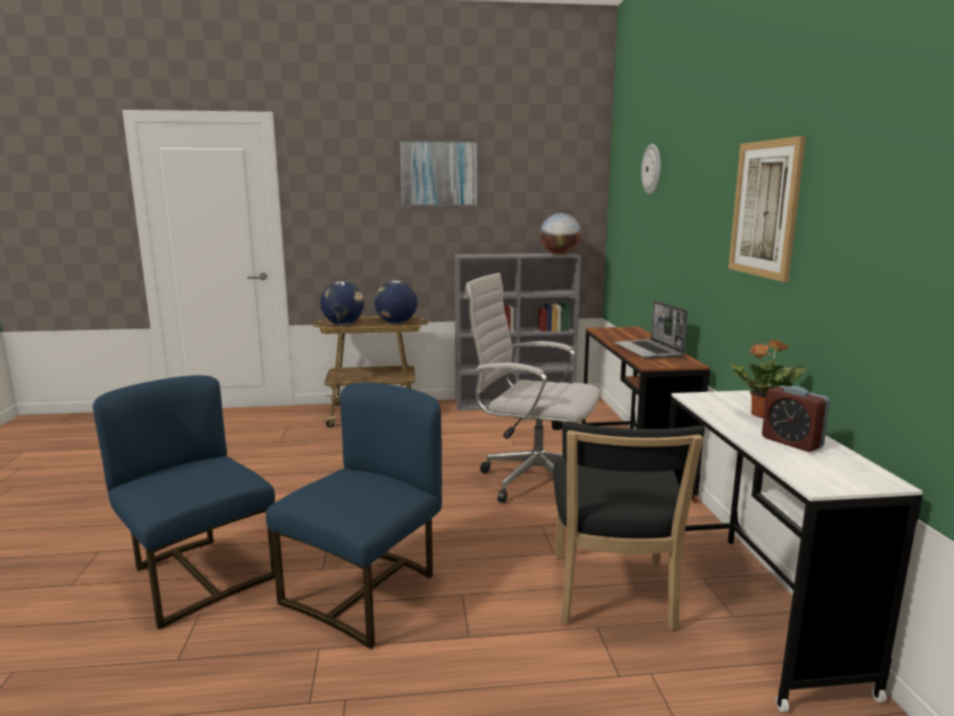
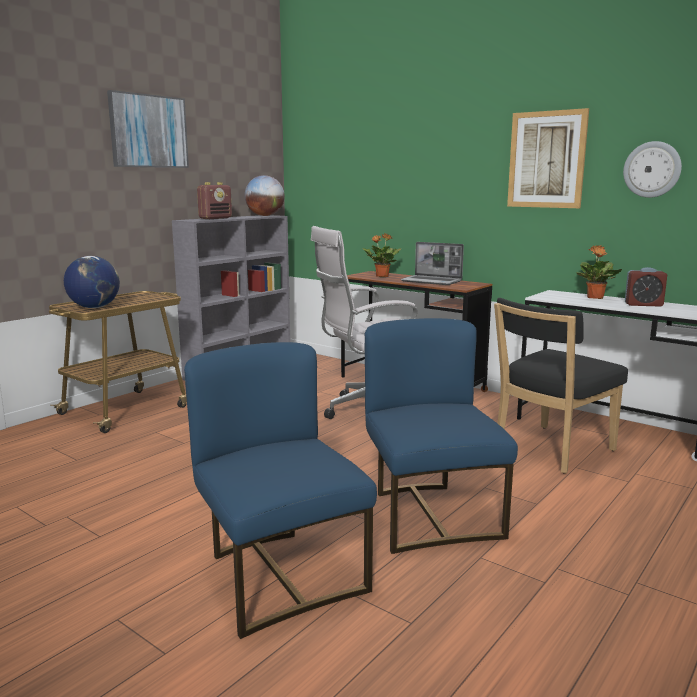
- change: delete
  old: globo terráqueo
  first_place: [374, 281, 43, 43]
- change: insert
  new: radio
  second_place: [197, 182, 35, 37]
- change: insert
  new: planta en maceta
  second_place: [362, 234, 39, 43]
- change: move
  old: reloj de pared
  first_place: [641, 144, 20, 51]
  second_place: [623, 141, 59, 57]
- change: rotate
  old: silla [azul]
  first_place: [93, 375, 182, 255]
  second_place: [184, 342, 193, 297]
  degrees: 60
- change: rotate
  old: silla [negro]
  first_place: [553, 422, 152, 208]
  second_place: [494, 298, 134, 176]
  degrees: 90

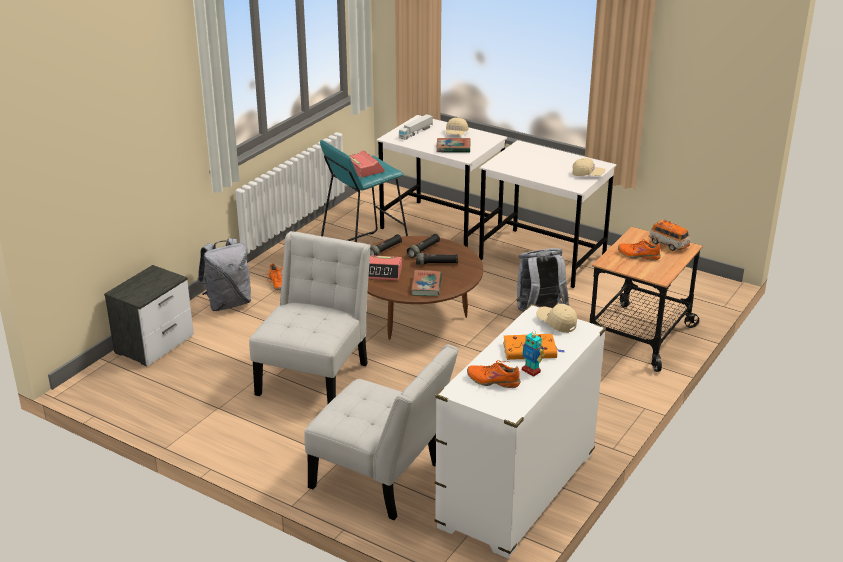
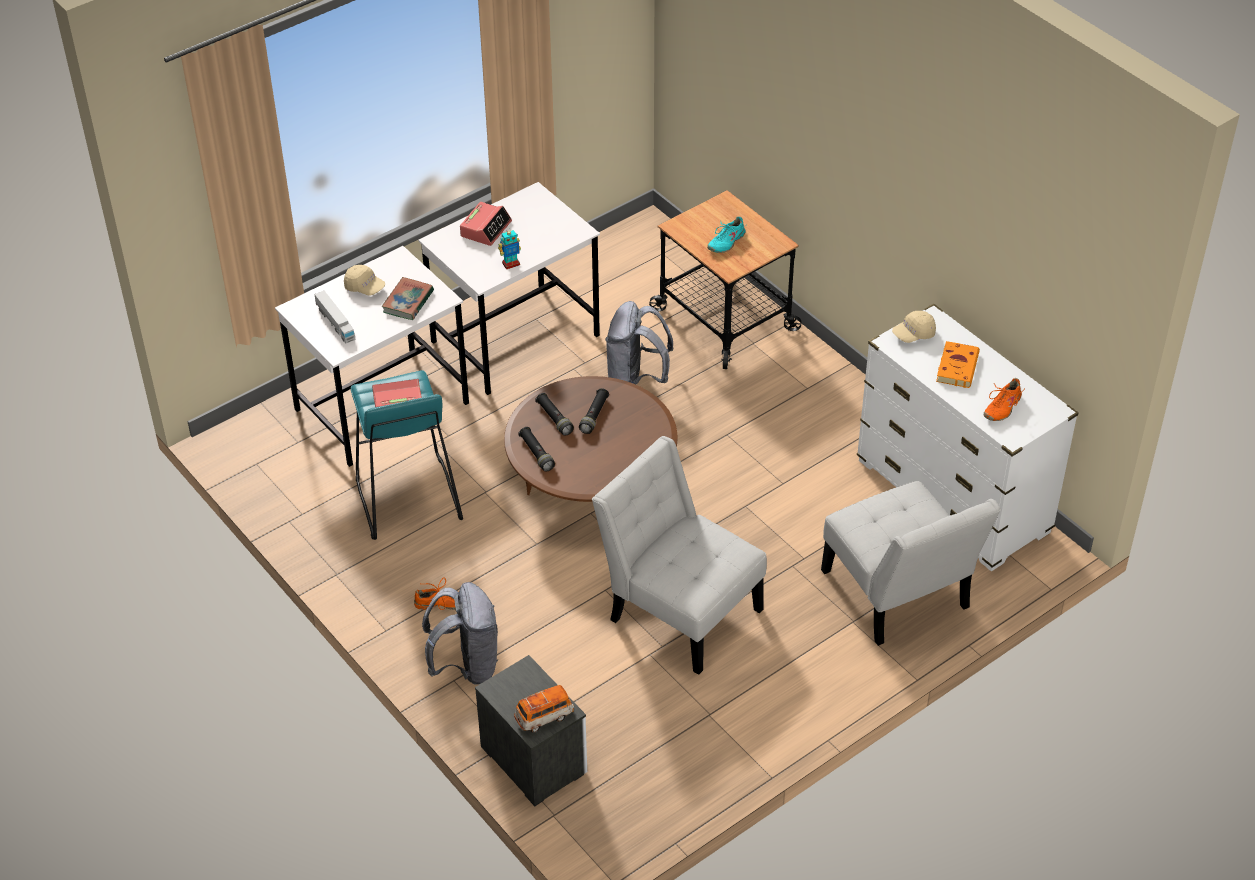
- change: delete
  old: libro
  first_place: [411, 270, 31, 26]
- change: delete
  old: gorra [beis]
  first_place: [572, 158, 34, 18]
- change: move
  old: despertador
  first_place: [368, 255, 34, 26]
  second_place: [460, 202, 52, 44]
- change: move
  old: robot de juguete
  first_place: [522, 331, 23, 46]
  second_place: [498, 230, 23, 39]
- change: move
  old: coche de juguete
  first_place: [649, 219, 41, 32]
  second_place: [514, 685, 60, 48]
- change: recolor
  old: zapato [naranja]
  new: zapato [turquesa]
  first_place: [618, 239, 43, 22]
  second_place: [707, 216, 39, 37]
- change: rotate
  old: silla [blanco]
  first_place: [304, 344, 155, 176]
  second_place: [821, 481, 180, 165]
  degrees: 105

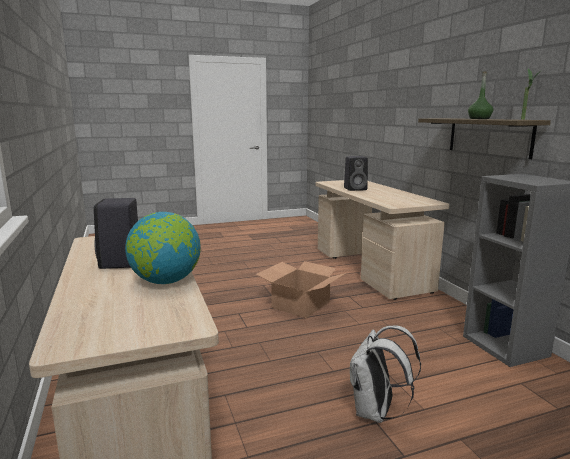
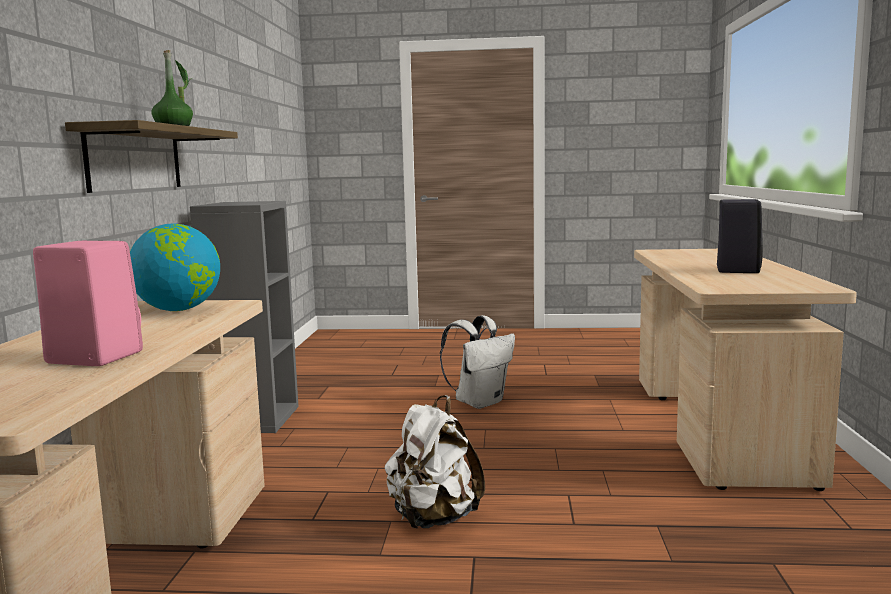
- change: move
  old: globo terráqueo
  first_place: [125, 212, 76, 72]
  second_place: [130, 224, 90, 87]
- change: replace
  old: caja de cartón
  new: mochila [blanco]
  first_place: [256, 261, 90, 57]
  second_place: [385, 395, 100, 134]
- change: recolor
  old: altavoz [negro]
  new: altavoz [rosa]
  first_place: [344, 156, 24, 35]
  second_place: [33, 241, 110, 125]

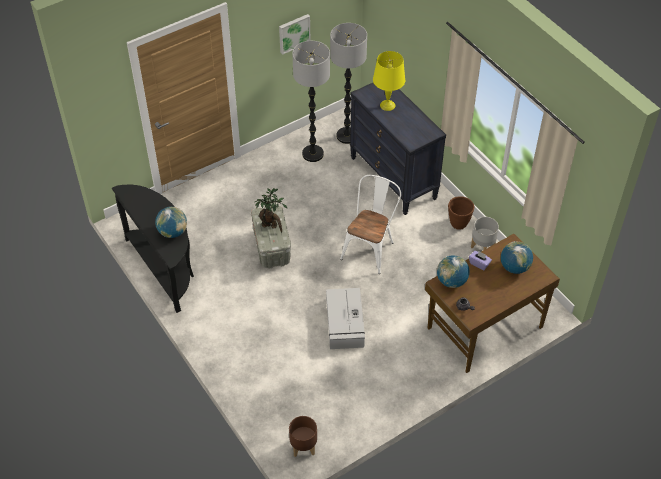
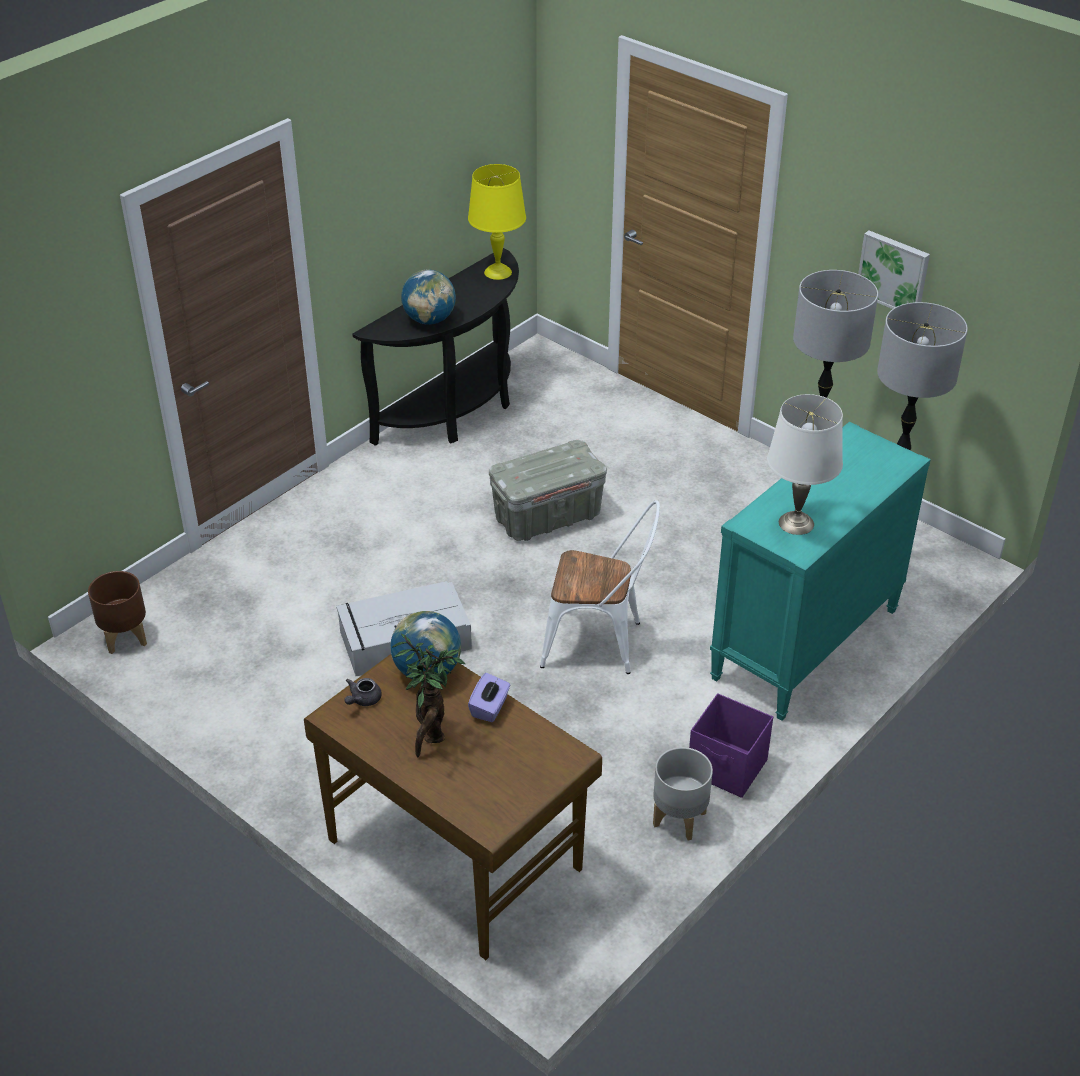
- change: delete
  old: globo terráqueo
  first_place: [501, 241, 32, 33]
- change: insert
  new: lámpara de mesa [blanco]
  second_place: [767, 394, 76, 141]
- change: move
  old: planta en maceta
  first_place: [255, 188, 33, 45]
  second_place: [392, 634, 73, 123]
- change: move
  old: lámpara de mesa [amarillo]
  first_place: [373, 51, 32, 60]
  second_place: [468, 164, 58, 116]
- change: replace
  old: maceta [marrón]
  new: caja de almacenaje [morado]
  first_place: [448, 196, 26, 34]
  second_place: [689, 693, 84, 105]
- change: recolor
  old: cómoda [negro]
  new: cómoda [turquesa]
  first_place: [350, 83, 96, 132]
  second_place: [710, 422, 221, 299]

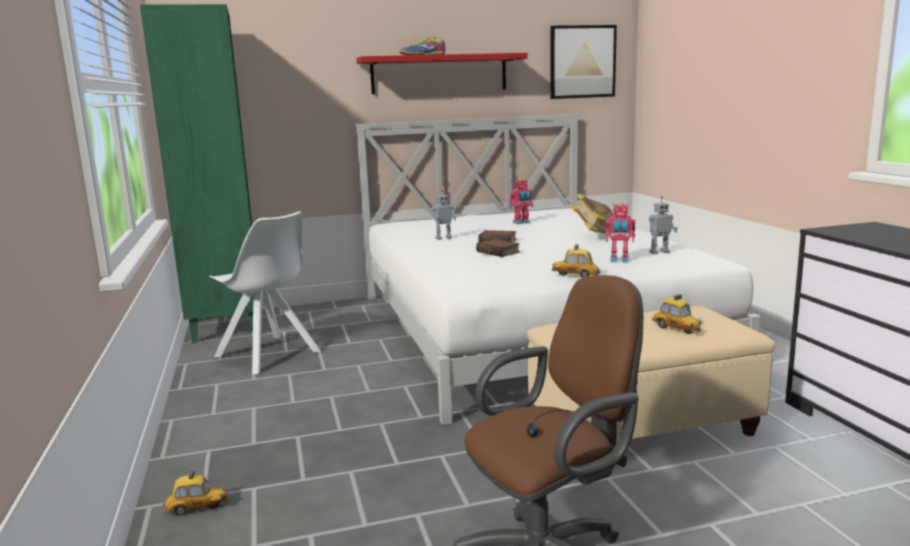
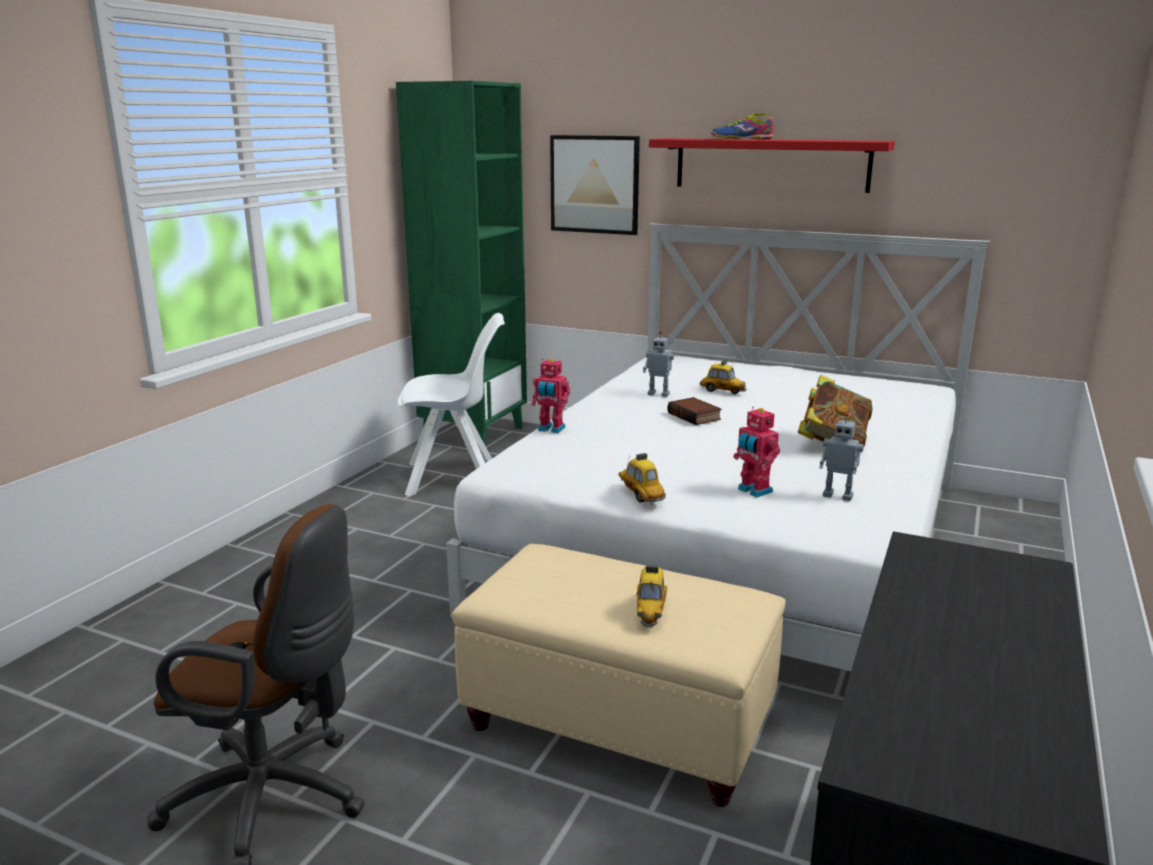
- change: delete
  old: libro
  first_place: [476, 239, 44, 18]
- change: move
  old: coche de juguete
  first_place: [163, 468, 66, 48]
  second_place: [700, 360, 47, 34]
- change: move
  old: robot de juguete
  first_place: [510, 178, 24, 46]
  second_place: [532, 358, 38, 75]
- change: move
  old: cuadro
  first_place: [551, 25, 66, 74]
  second_place: [550, 135, 90, 100]
- change: rotate
  old: silla [blanco]
  first_place: [209, 211, 111, 163]
  second_place: [397, 313, 108, 183]
  degrees: -90

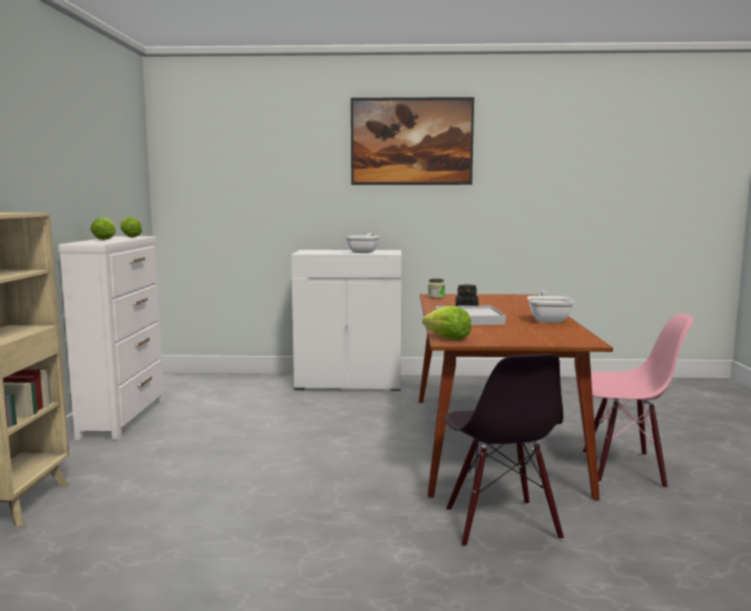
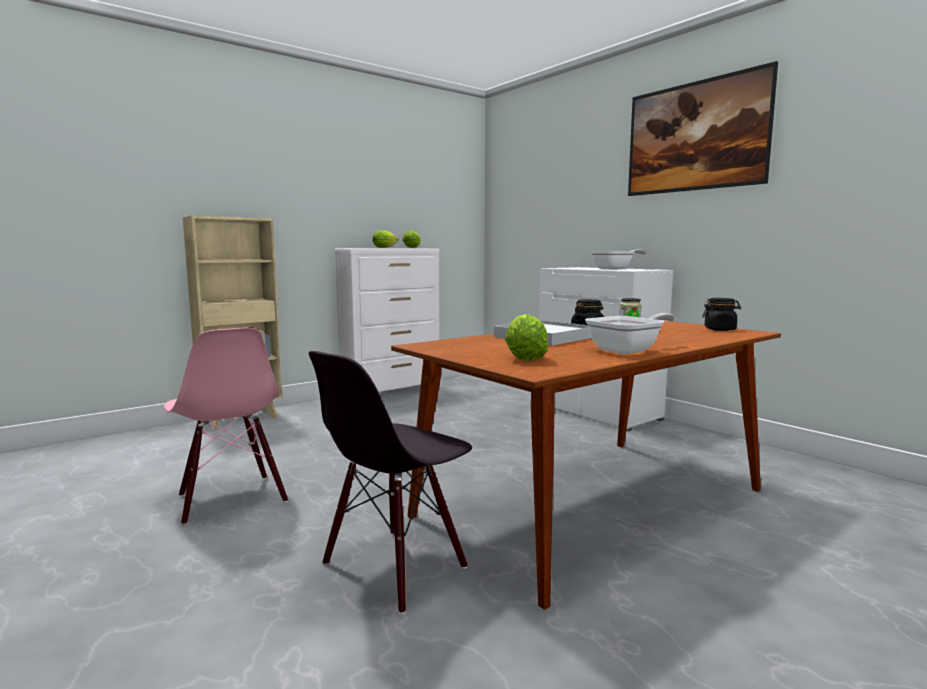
- change: insert
  new: tarro [negro]
  second_place: [702, 298, 39, 33]
- change: move
  old: lechuga
  first_place: [422, 306, 49, 34]
  second_place: [505, 314, 43, 47]
- change: move
  old: silla [rosa]
  first_place: [576, 314, 118, 175]
  second_place: [164, 328, 124, 197]

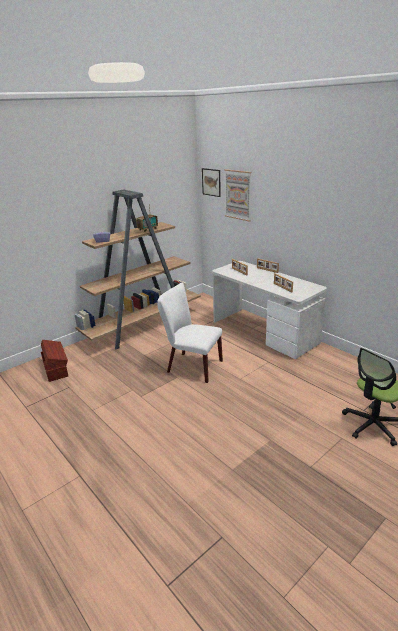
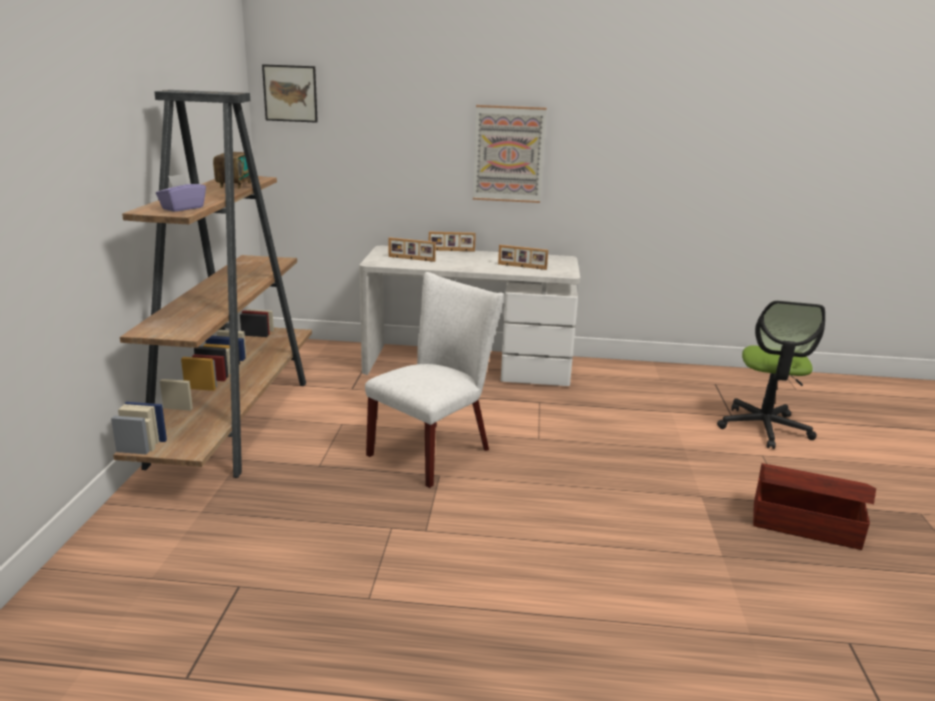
- change: move
  old: caja de almacenaje [marrón]
  first_place: [41, 340, 27, 42]
  second_place: [753, 463, 123, 87]
- change: move
  old: cuadro
  first_place: [224, 169, 28, 53]
  second_place: [473, 105, 74, 98]
- change: rotate
  old: silla [blanco]
  first_place: [157, 283, 66, 100]
  second_place: [365, 272, 139, 216]
  degrees: 150

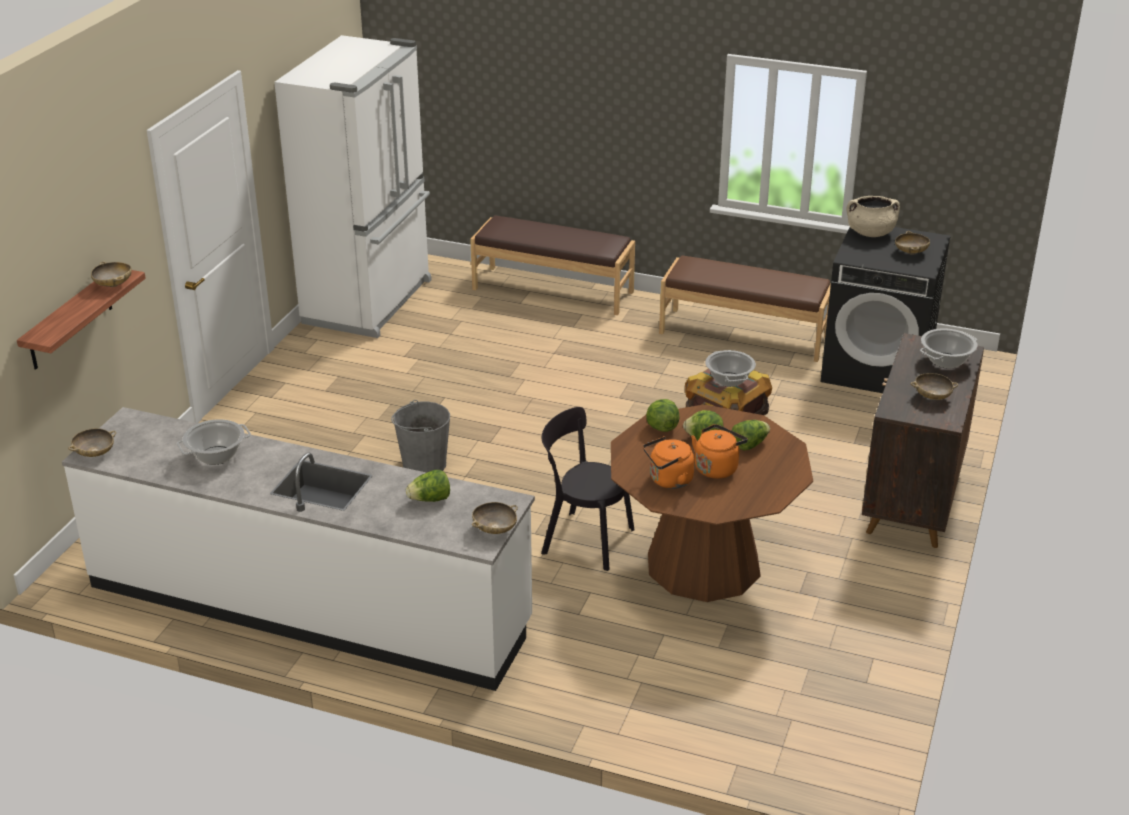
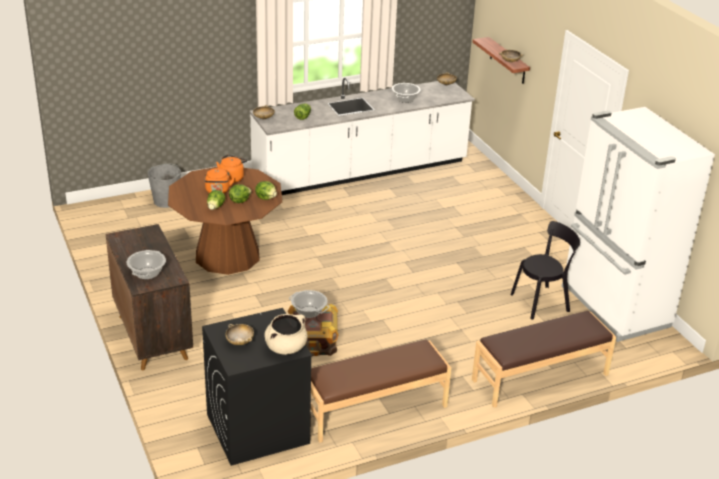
- change: delete
  old: cuenco [beis]
  first_place: [911, 373, 47, 27]
- change: move
  old: cubo [gris]
  first_place: [391, 400, 59, 73]
  second_place: [148, 164, 33, 44]
- change: move
  old: silla [negro]
  first_place: [541, 407, 93, 164]
  second_place: [511, 221, 69, 99]

